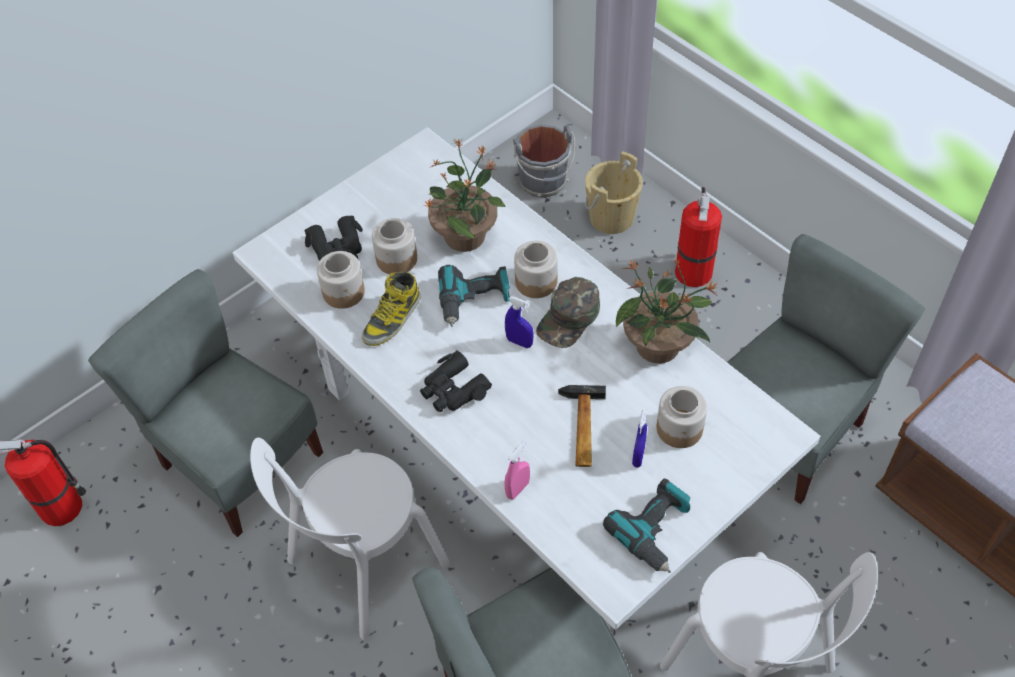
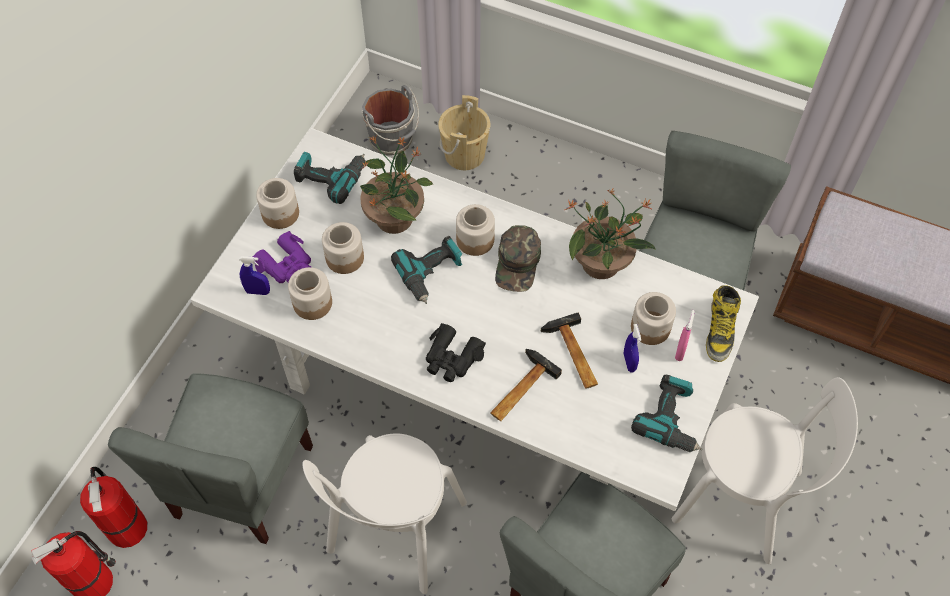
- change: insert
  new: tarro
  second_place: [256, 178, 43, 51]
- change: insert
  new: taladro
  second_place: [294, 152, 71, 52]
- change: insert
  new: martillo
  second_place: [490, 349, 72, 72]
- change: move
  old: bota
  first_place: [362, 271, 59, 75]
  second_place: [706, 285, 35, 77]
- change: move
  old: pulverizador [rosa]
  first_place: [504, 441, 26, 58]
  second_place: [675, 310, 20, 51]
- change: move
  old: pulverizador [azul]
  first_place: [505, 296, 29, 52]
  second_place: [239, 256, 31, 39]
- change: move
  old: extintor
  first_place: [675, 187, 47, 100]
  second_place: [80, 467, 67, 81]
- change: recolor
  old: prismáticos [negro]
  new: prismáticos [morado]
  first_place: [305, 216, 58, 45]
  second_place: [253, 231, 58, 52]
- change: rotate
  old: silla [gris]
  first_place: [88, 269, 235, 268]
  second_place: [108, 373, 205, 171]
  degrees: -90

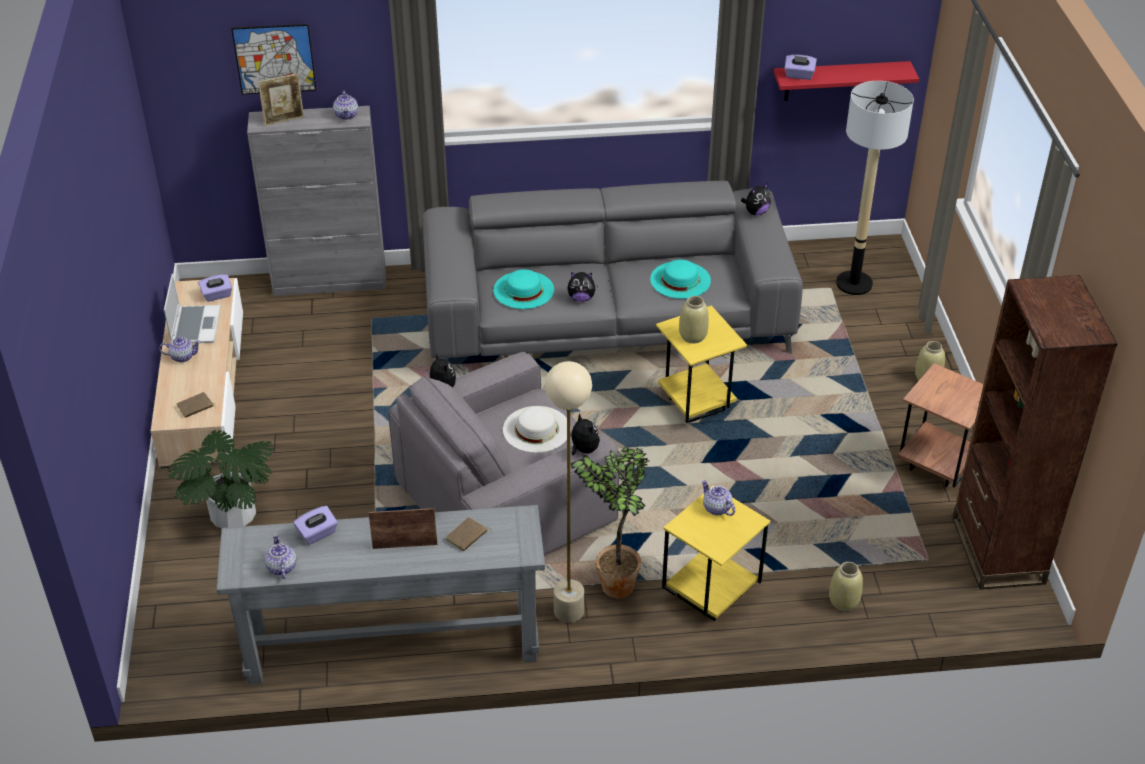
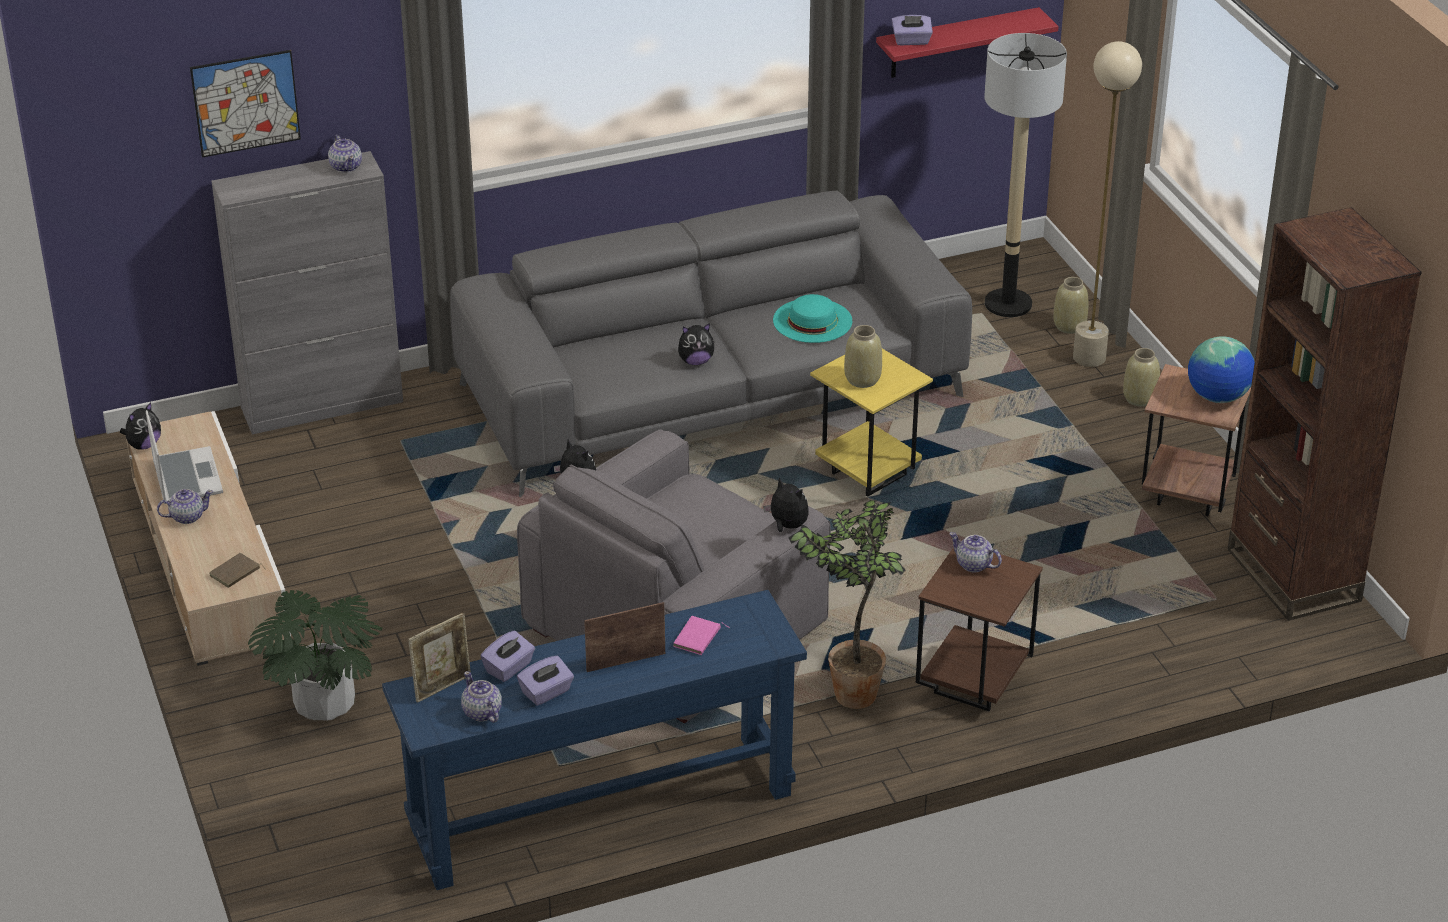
- change: delete
  old: sombrero [turquesa]
  first_place: [493, 269, 61, 40]
- change: delete
  old: sombrero [blanco]
  first_place: [503, 406, 68, 47]
- change: insert
  new: globo terráqueo
  second_place: [1188, 336, 67, 67]
- change: move
  old: caja de pañuelos [morado]
  first_place: [198, 274, 34, 28]
  second_place: [517, 656, 57, 50]
- change: move
  old: portarretratos
  first_place: [258, 73, 46, 53]
  second_place: [408, 613, 63, 90]
- change: move
  old: lámpara de pie [beis]
  first_place: [545, 361, 47, 262]
  second_place: [1073, 41, 69, 326]
- change: move
  old: peluche
  first_place: [741, 183, 30, 32]
  second_place: [120, 402, 41, 48]
- change: move
  old: florero [beis]
  first_place: [829, 562, 34, 49]
  second_place: [1053, 277, 35, 57]
- change: recolor
  old: mesa consola [gris]
  new: mesa consola [azul]
  first_place: [216, 505, 329, 180]
  second_place: [382, 590, 425, 300]
- change: recolor
  old: libro [marrón]
  new: libro [rosa]
  first_place: [445, 517, 48, 35]
  second_place: [673, 616, 57, 39]
- change: recolor
  old: mesa auxiliar [amarillo]
  new: mesa auxiliar [marrón]
  first_place: [662, 486, 108, 135]
  second_place: [916, 547, 127, 164]

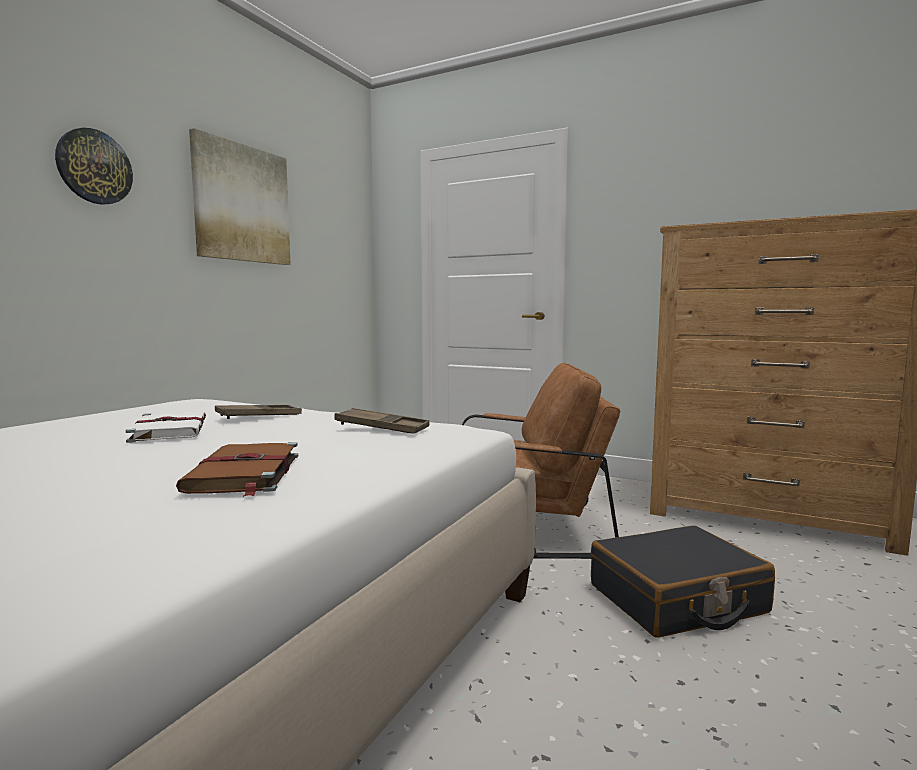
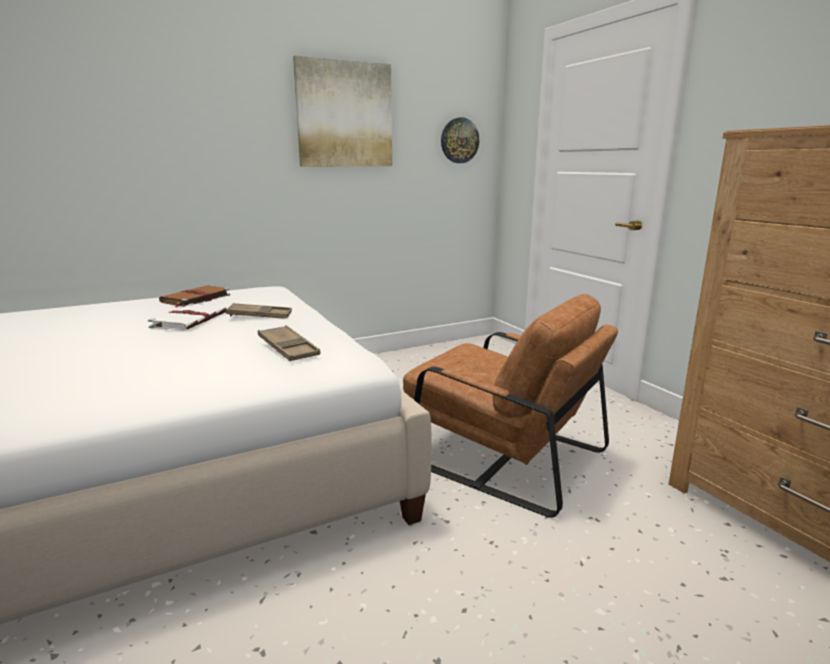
- change: delete
  old: maleta [negro]
  first_place: [591, 525, 184, 113]
- change: move
  old: reloj de pared
  first_place: [55, 128, 78, 77]
  second_place: [441, 117, 38, 46]
- change: move
  old: libro [marrón]
  first_place: [176, 442, 122, 55]
  second_place: [159, 285, 71, 22]

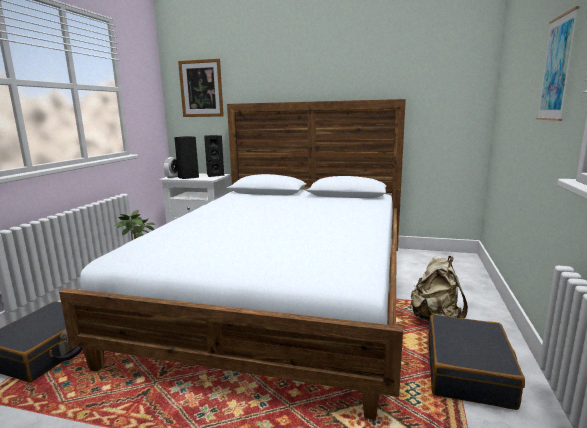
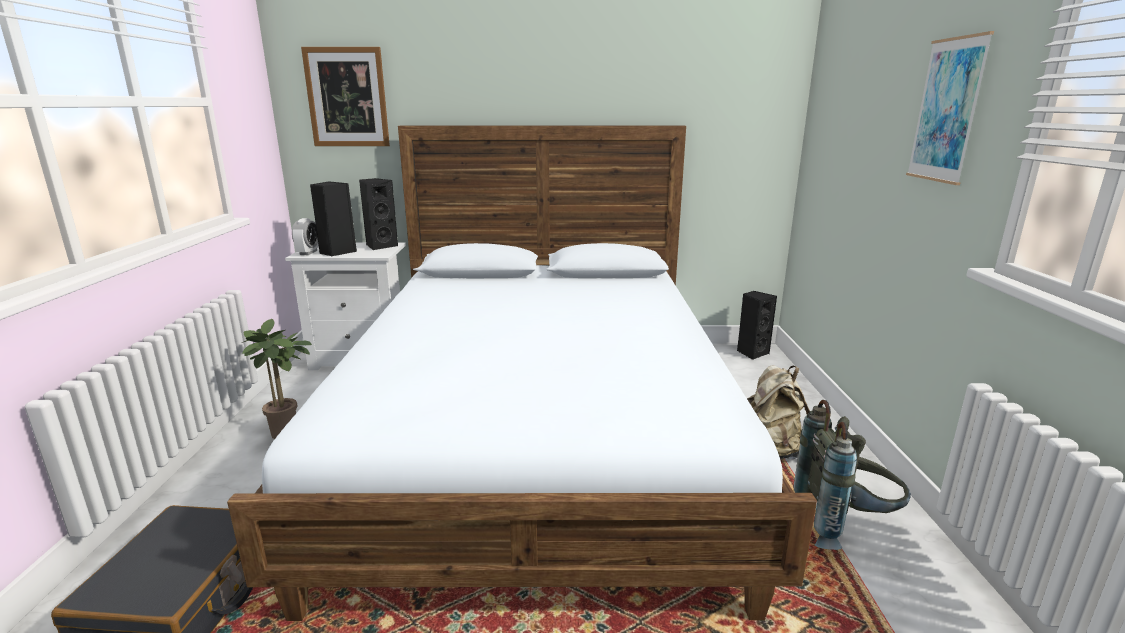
- change: insert
  new: altavoz [negro]
  second_place: [737, 291, 40, 69]
- change: replace
  old: maleta [negro]
  new: mochila [gris]
  first_place: [428, 315, 97, 95]
  second_place: [794, 400, 117, 150]

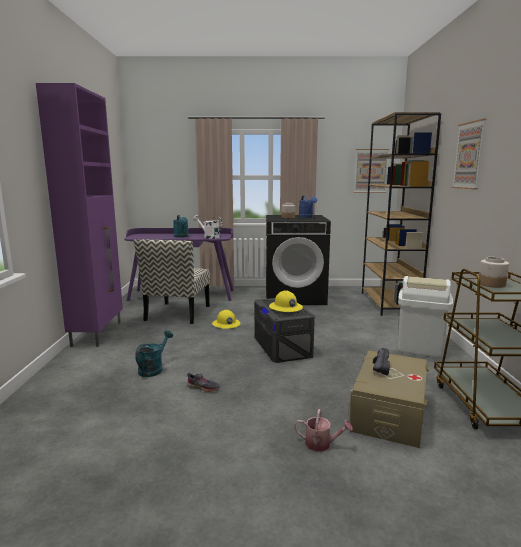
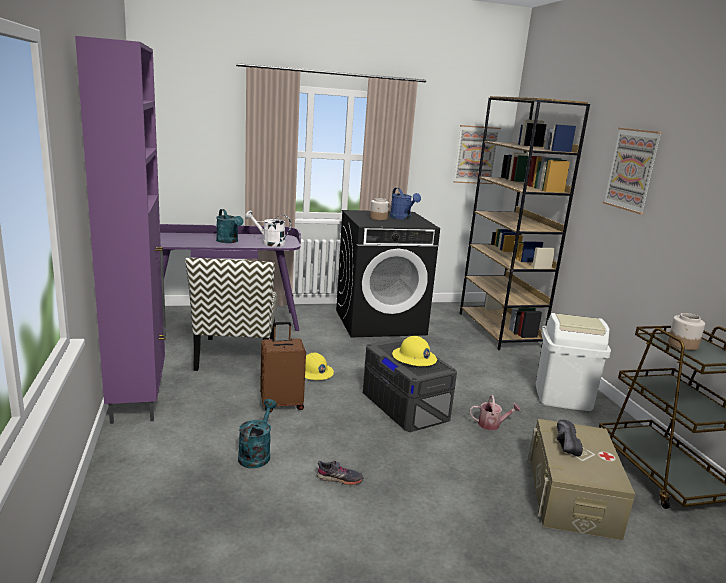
- change: insert
  new: maleta [marrón]
  second_place: [260, 322, 46, 90]
- change: move
  old: regadera
  first_place: [294, 409, 59, 43]
  second_place: [470, 395, 51, 35]

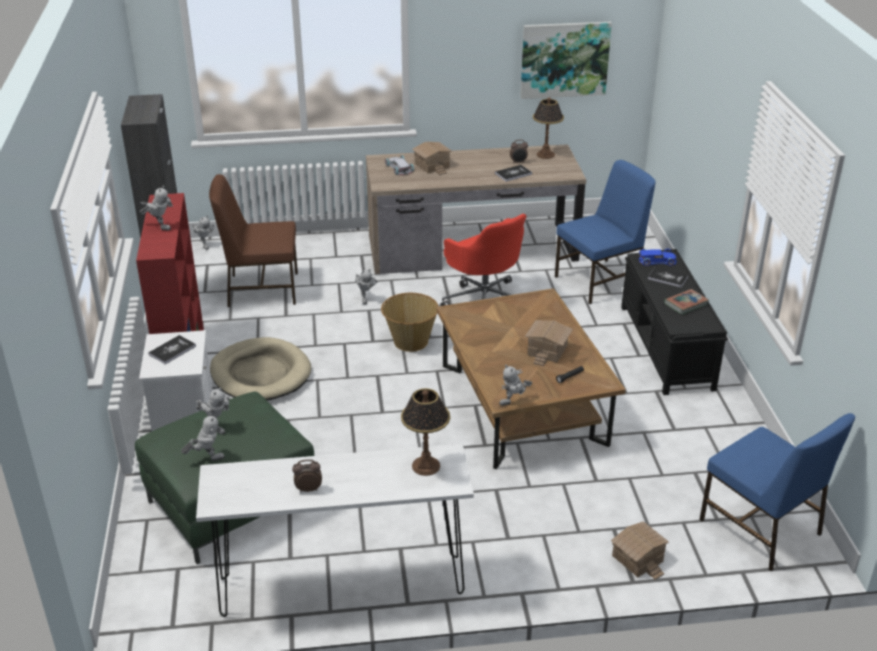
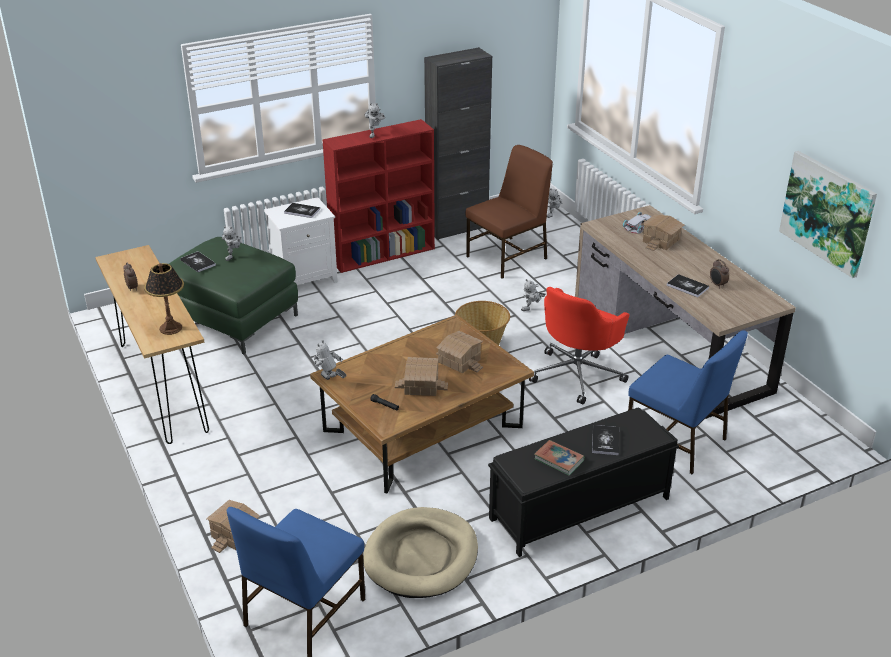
- change: delete
  old: lámpara de mesa
  first_place: [533, 97, 31, 62]
- change: delete
  old: coche de juguete [azul]
  first_place: [638, 248, 39, 18]
- change: insert
  new: casita
  second_place: [436, 331, 47, 42]
- change: move
  old: cama para perro [beis]
  first_place: [210, 337, 101, 64]
  second_place: [363, 507, 115, 91]
- change: replace
  old: robot de juguete
  new: libro
  first_place: [181, 413, 44, 48]
  second_place: [180, 251, 36, 22]
- change: recolor
  old: mesa consola [blanco]
  new: mesa consola [marrón]
  first_place: [196, 444, 278, 173]
  second_place: [95, 245, 114, 199]
- change: rotate
  old: silla [marrón]
  first_place: [209, 174, 89, 133]
  second_place: [466, 145, 87, 134]
  degrees: 75

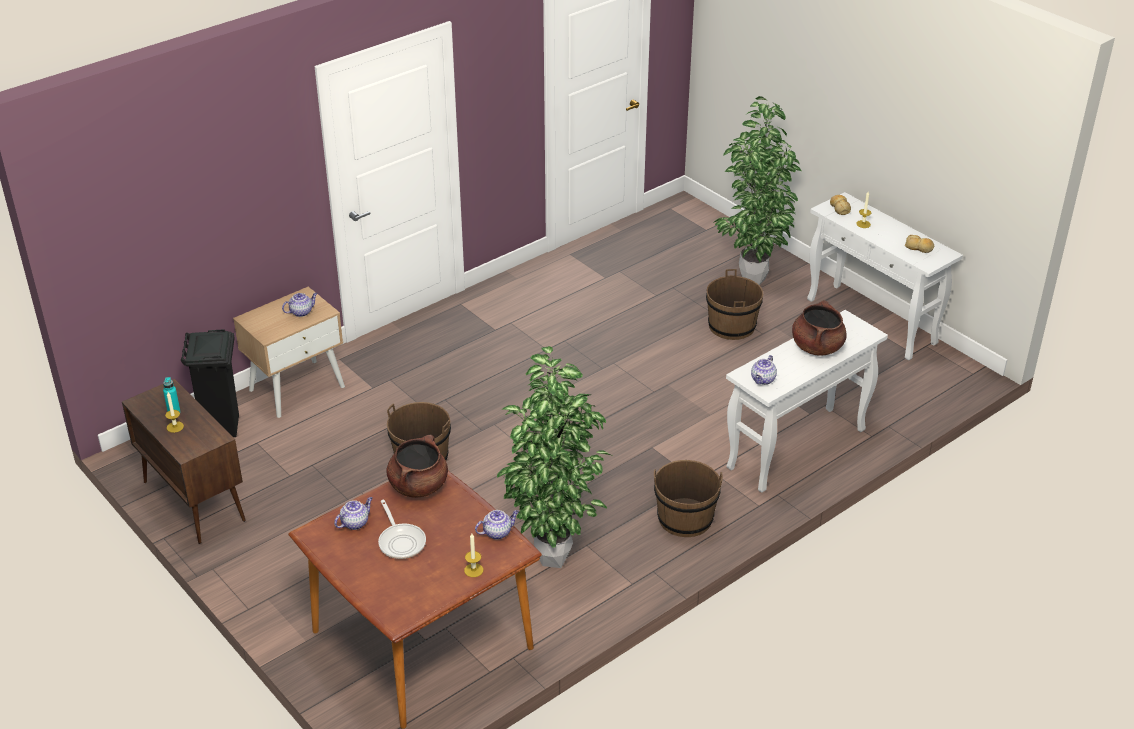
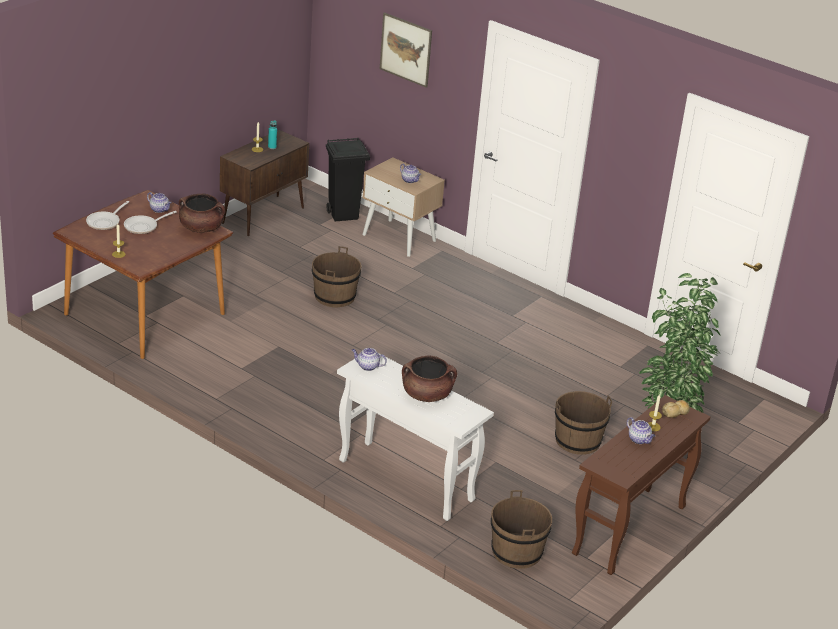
- change: delete
  old: planta en maceta
  first_place: [497, 346, 114, 222]
- change: delete
  old: pan
  first_place: [905, 235, 29, 18]
- change: insert
  new: sartén
  second_place: [86, 201, 43, 29]
- change: insert
  new: cuadro
  second_place: [380, 12, 52, 76]
- change: move
  old: tetera
  first_place: [475, 510, 44, 30]
  second_place: [627, 417, 29, 27]
- change: move
  old: cubo [marrón]
  first_place: [654, 460, 69, 77]
  second_place: [491, 490, 61, 79]
- change: recolor
  old: mesa consola [blanco]
  new: mesa consola [marrón]
  first_place: [807, 192, 156, 168]
  second_place: [572, 395, 138, 180]

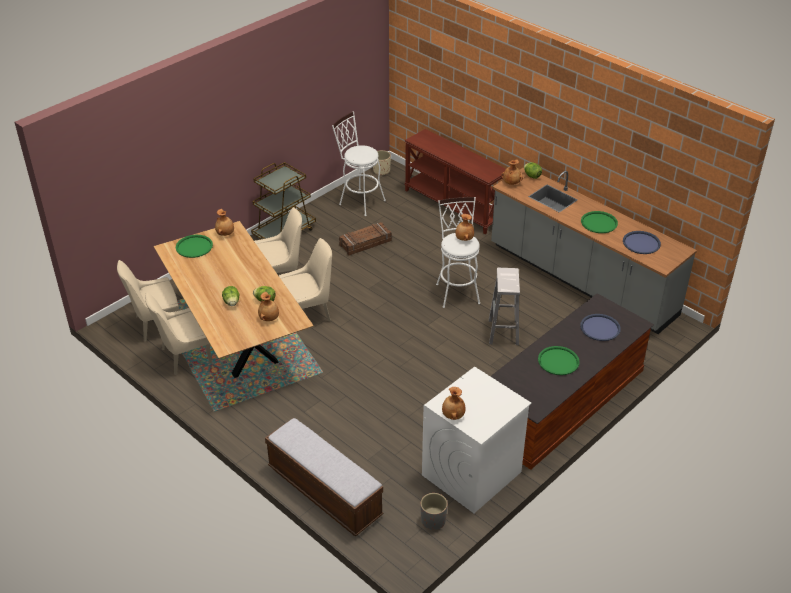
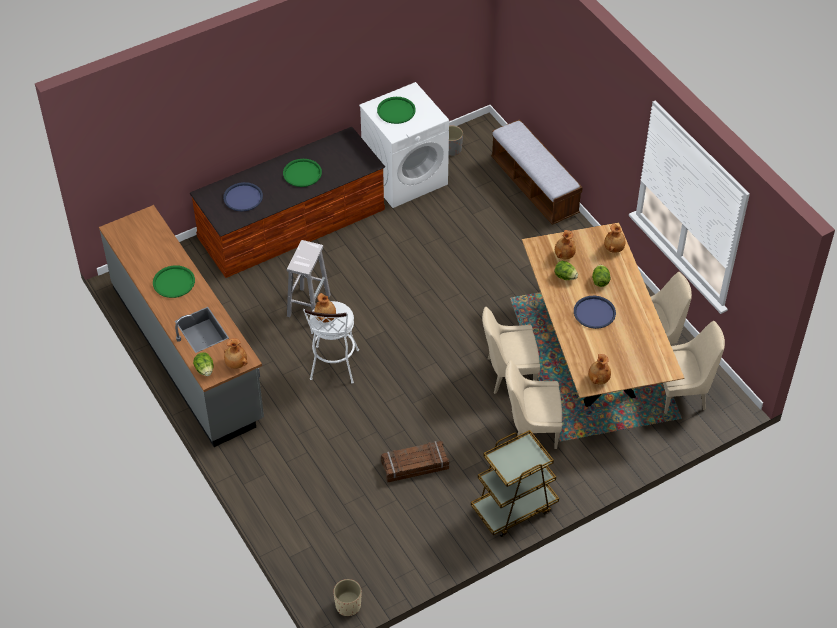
- change: delete
  old: taburete [blanco]
  first_place: [332, 112, 54, 104]
- change: delete
  old: mesa consola [marrón]
  first_place: [404, 129, 102, 105]
- change: move
  old: bandeja [verde]
  first_place: [176, 235, 37, 23]
  second_place: [377, 97, 39, 27]
- change: move
  old: florero [marrón]
  first_place: [442, 387, 23, 33]
  second_place: [604, 223, 21, 30]
- change: move
  old: bandeja [azul]
  first_place: [623, 231, 38, 23]
  second_place: [574, 296, 42, 33]

